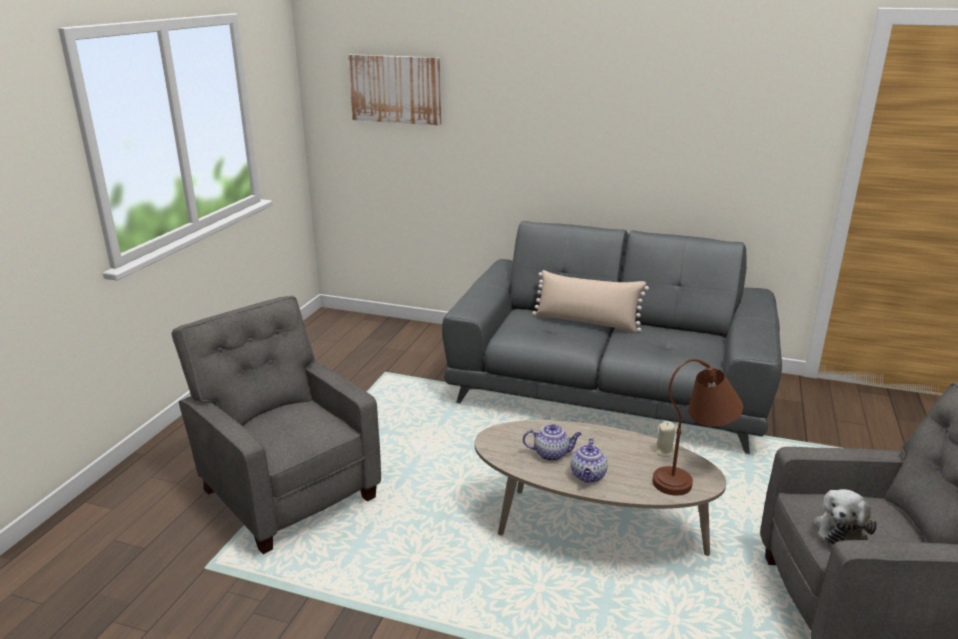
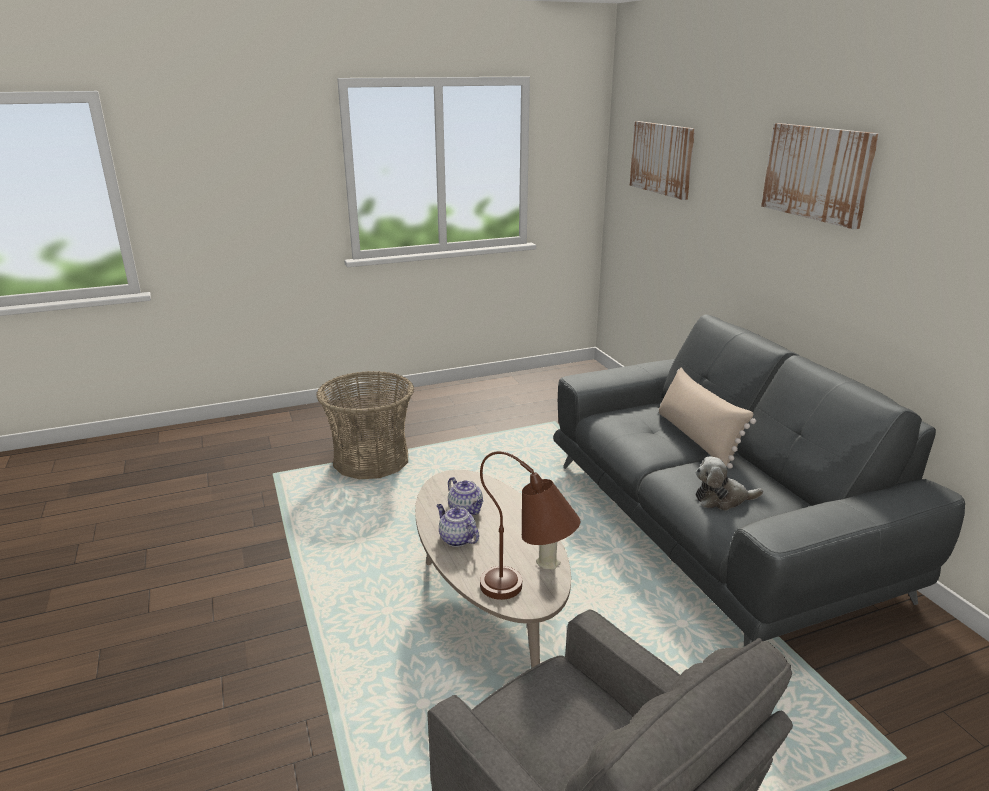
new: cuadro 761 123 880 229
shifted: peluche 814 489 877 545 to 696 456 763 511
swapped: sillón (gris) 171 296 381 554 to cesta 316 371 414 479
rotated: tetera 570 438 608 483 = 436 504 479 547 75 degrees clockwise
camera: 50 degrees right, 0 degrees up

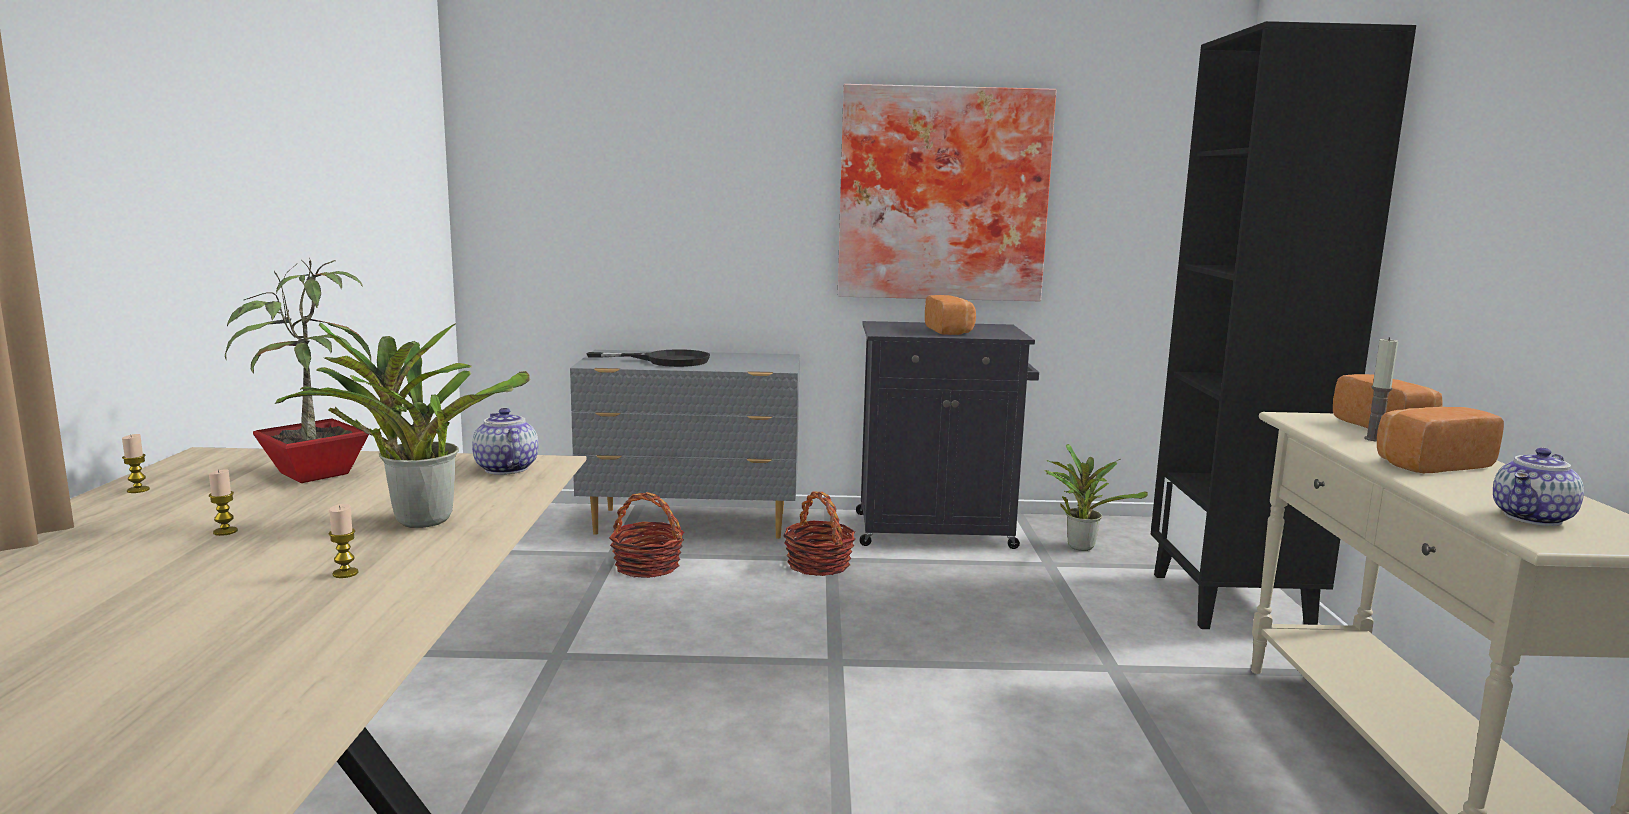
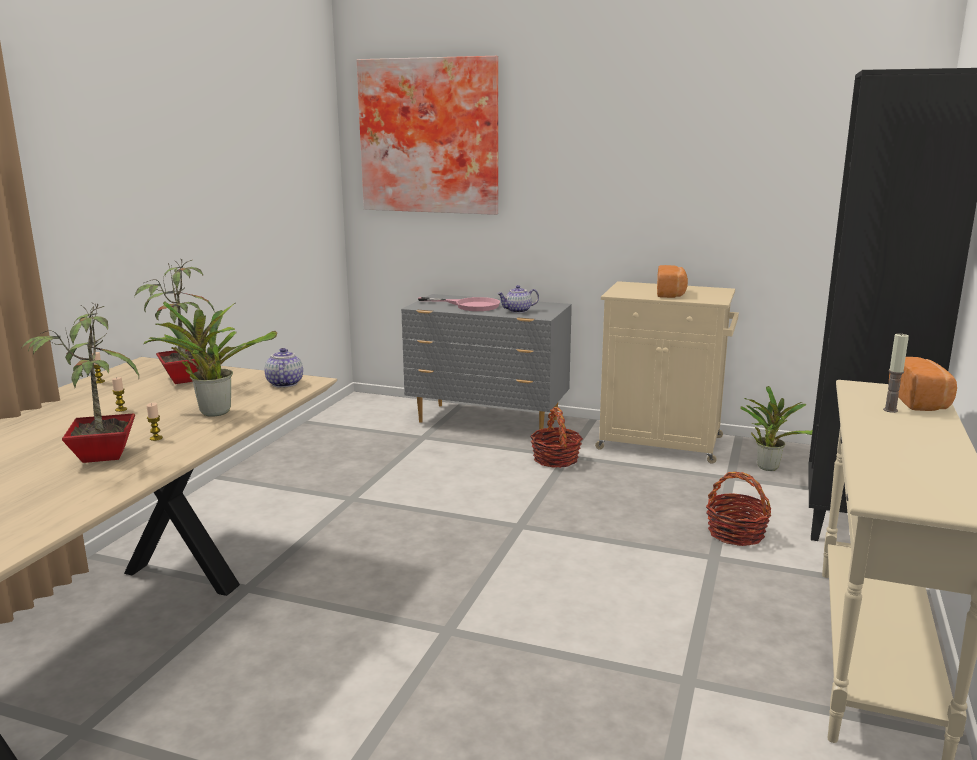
gone: pan 1377 407 1504 473
new: planta en maceta 21 304 139 463
shifted: cuadro 838 84 1057 301 to 357 56 498 215; tetera 1493 448 1584 526 to 497 285 539 313; cesta 609 492 684 578 to 706 472 771 546
repainted: armario (negro) 856 321 1039 549 to armario (beis) 595 281 739 464; sartén (negro) 586 349 710 367 to sartén (rosa) 418 297 500 311
camera: 20 degrees right, 5 degrees up

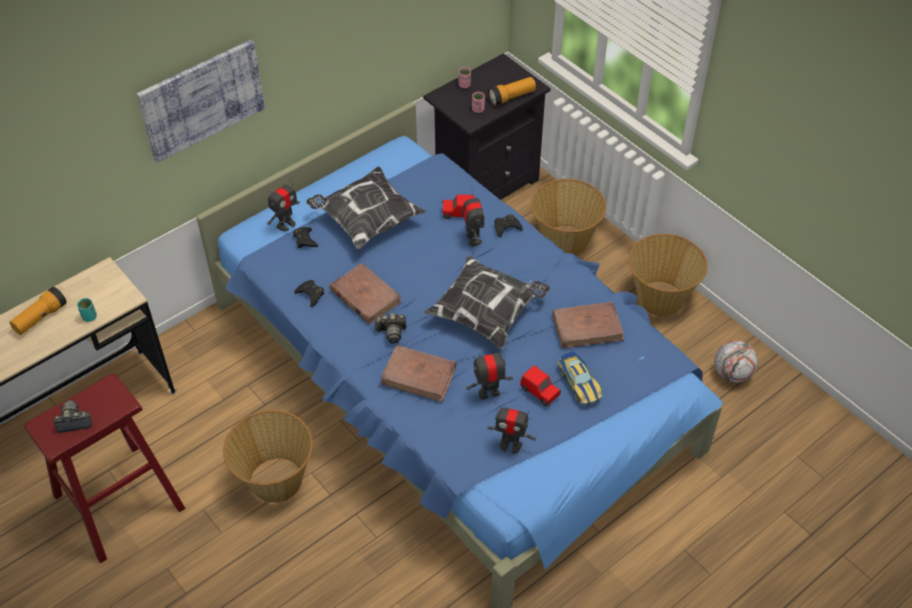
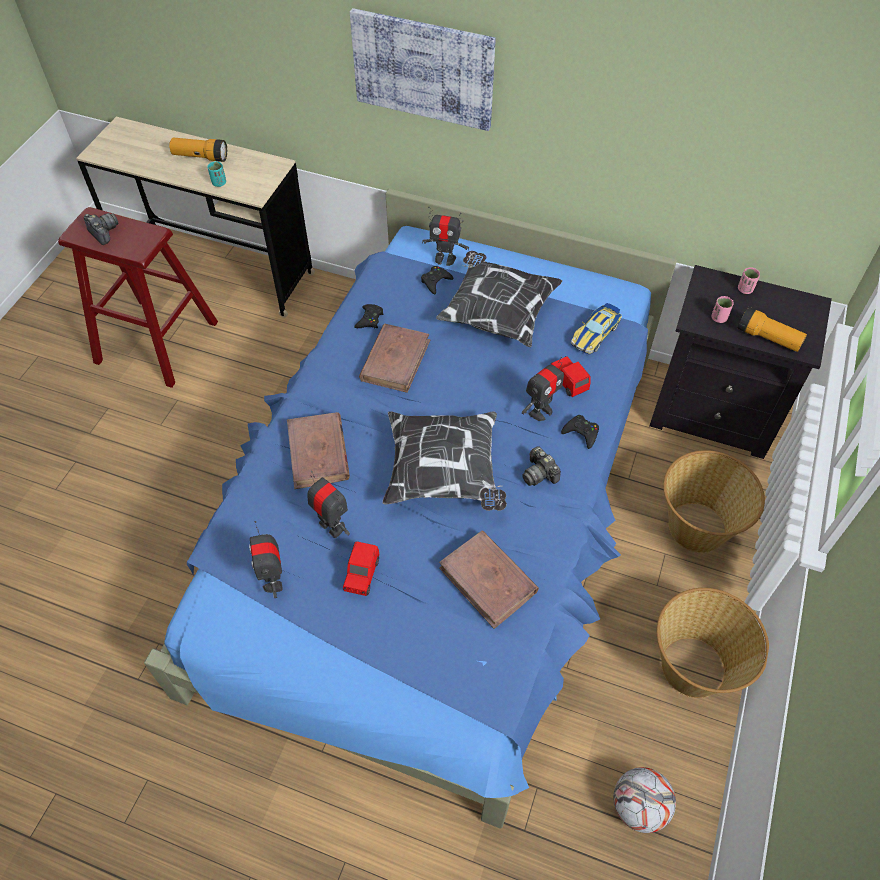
gone: cesta 223 410 313 503
shifted: cámara 374 313 407 343 to 522 446 561 486; coche de juguete 558 351 602 405 to 571 303 622 355
camera: 60 degrees right, 5 degrees up

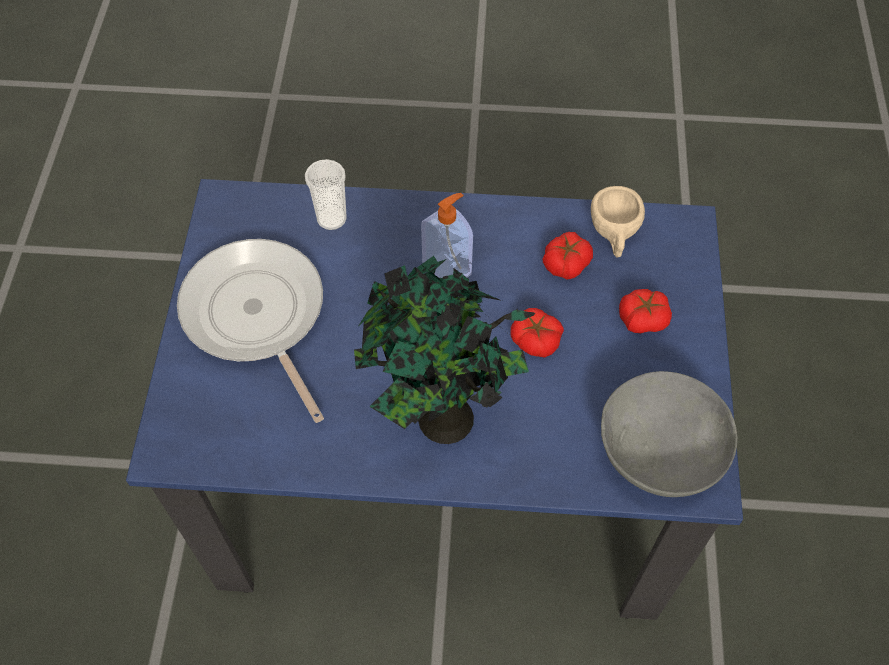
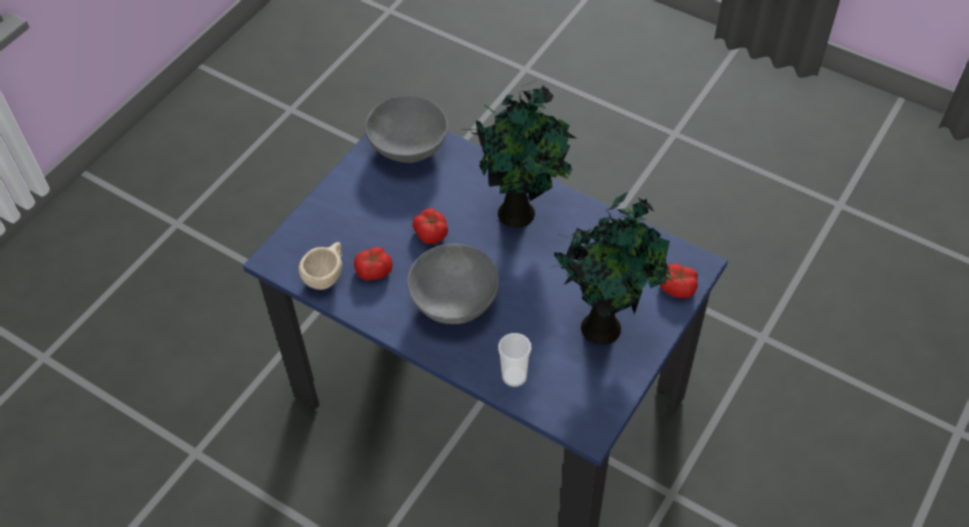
shifted: tomate 619 289 672 333 to 660 264 698 298
swapped: dispensador de jabón 421 193 473 278 to cuenco (gris) 407 244 499 324; sartén 177 239 324 423 to planta en maceta 551 192 671 345
camera: 150 degrees left, 5 degrees down

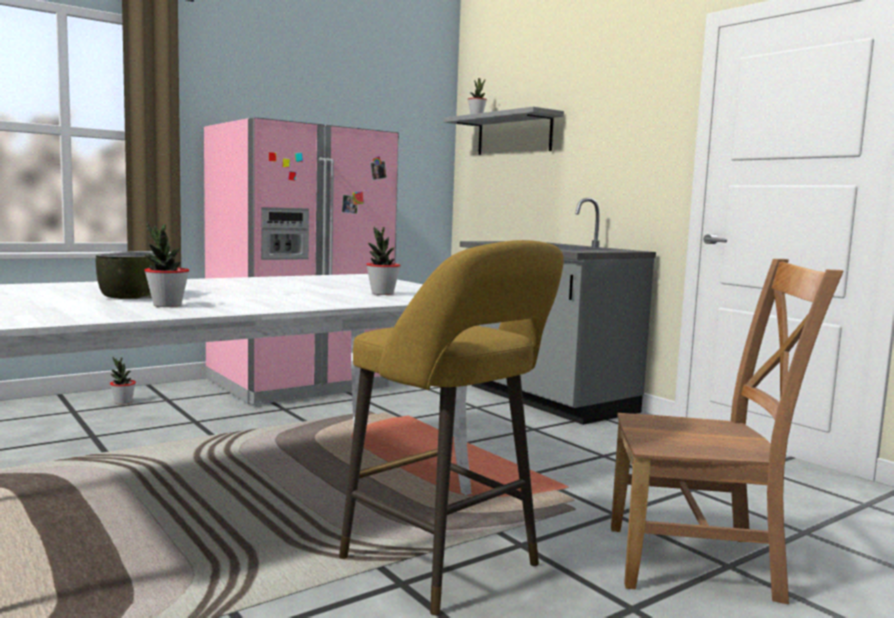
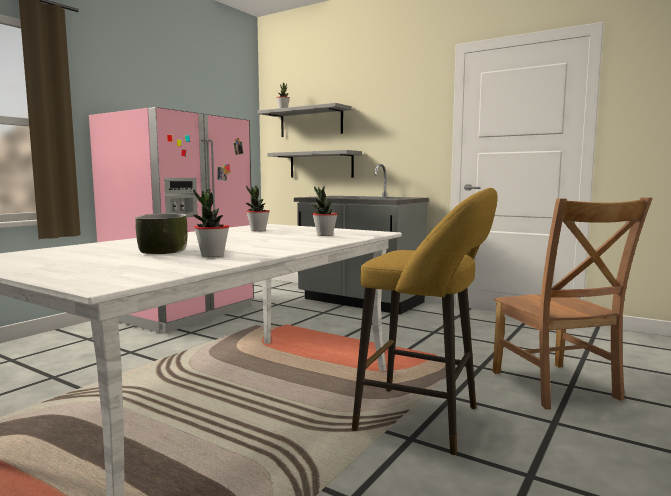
new: estante (gris) 267 150 362 178
shifted: planta en maceta 110 357 136 405 to 246 186 270 231
rotated: silla (marrón) 611 259 843 604 = 492 197 653 410 90 degrees clockwise
camera: 20 degrees left, 0 degrees up

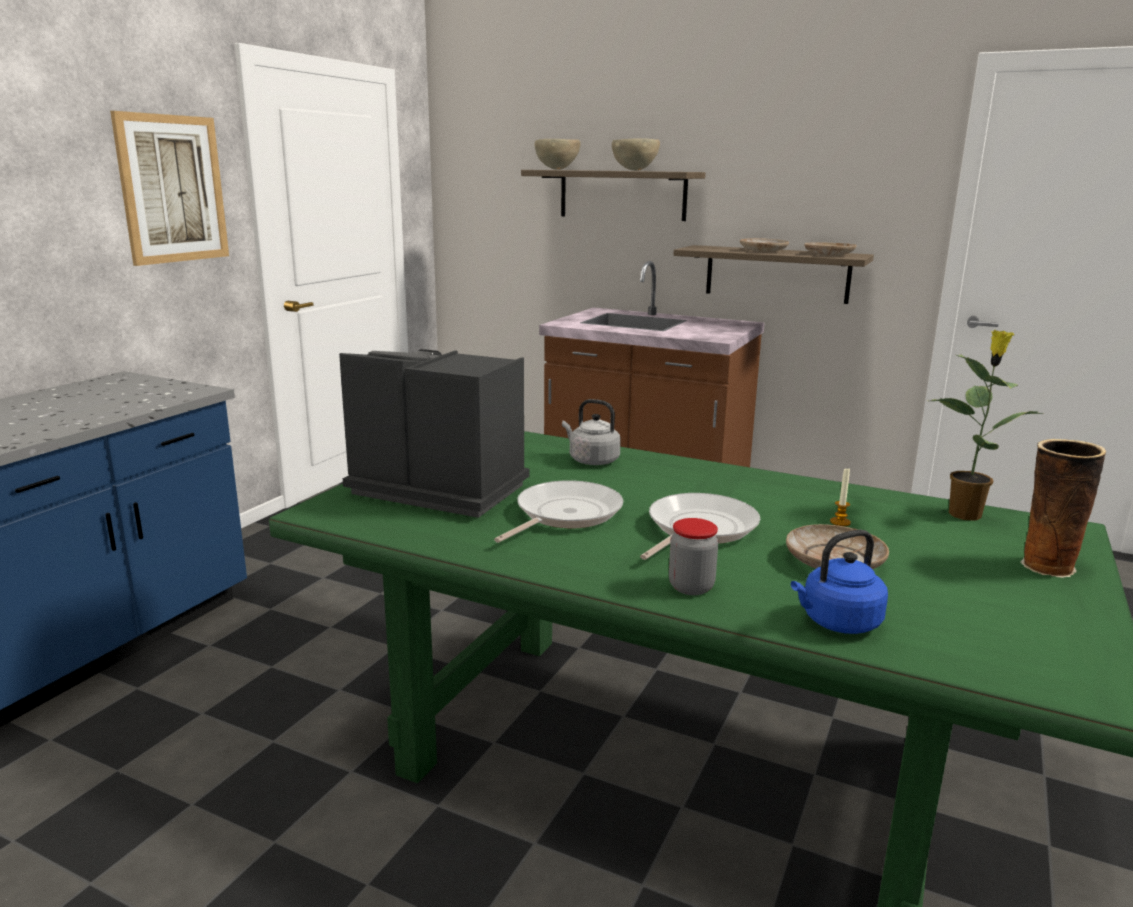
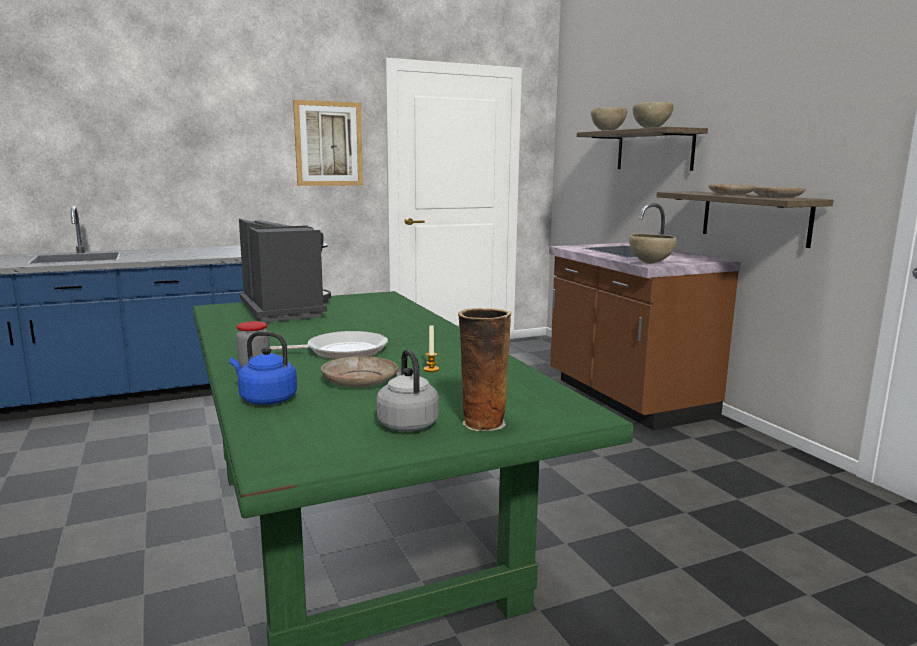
gone: planta en maceta 931 330 1044 521; sartén 494 480 623 543
new: cuenco (marrón) 629 233 677 264
shifted: hervidor (gris) 562 399 621 465 to 376 349 439 432
camera: 40 degrees right, 5 degrees down

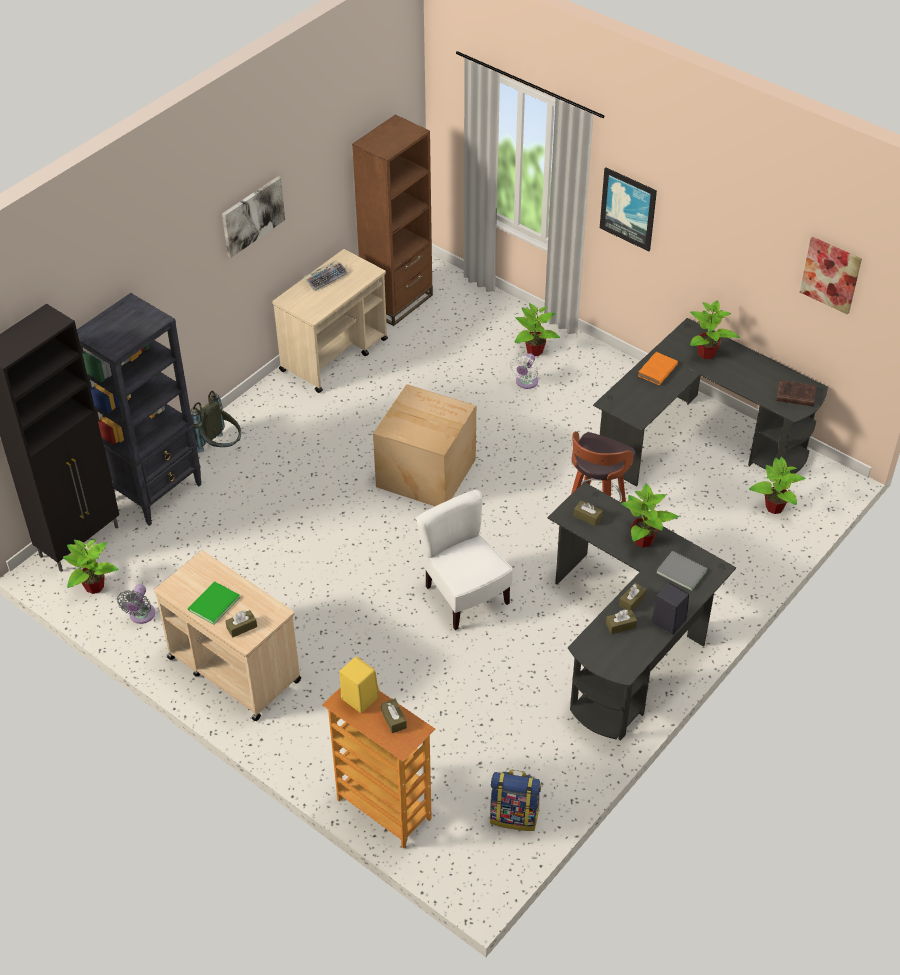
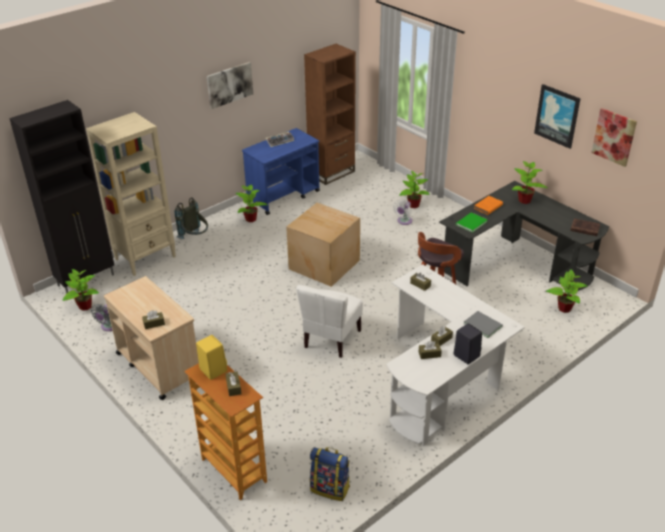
shifted: cuadro 600 167 657 251 to 534 84 581 149; planta en maceta 621 483 679 548 to 236 184 268 222; libro (verde) 188 581 240 625 to 456 212 487 233
repainted: carrito (beis) 272 249 388 393 to carrito (azul) 242 128 320 215; estantería (negro) 77 293 202 526 to estantería (beis) 86 112 176 276; escritorio (negro) 548 482 736 741 to escritorio (blanco) 386 264 525 446
rotated: silla (blanco) 416 489 513 630 = 296 285 363 358 135 degrees counterclockwise
camera: 10 degrees right, 10 degrees down

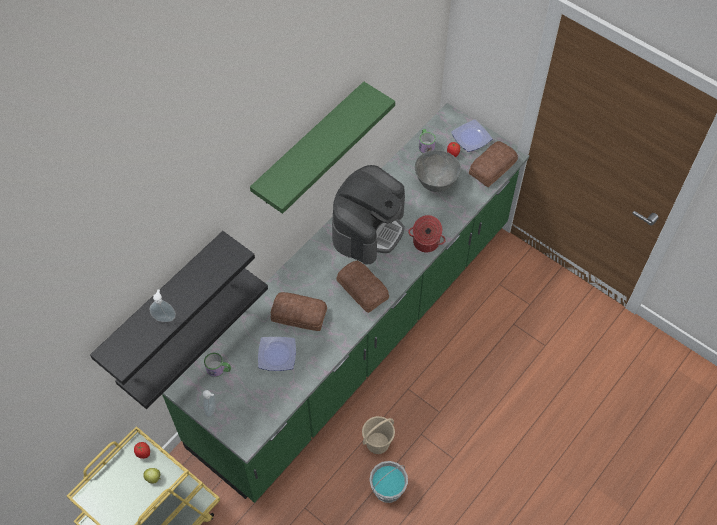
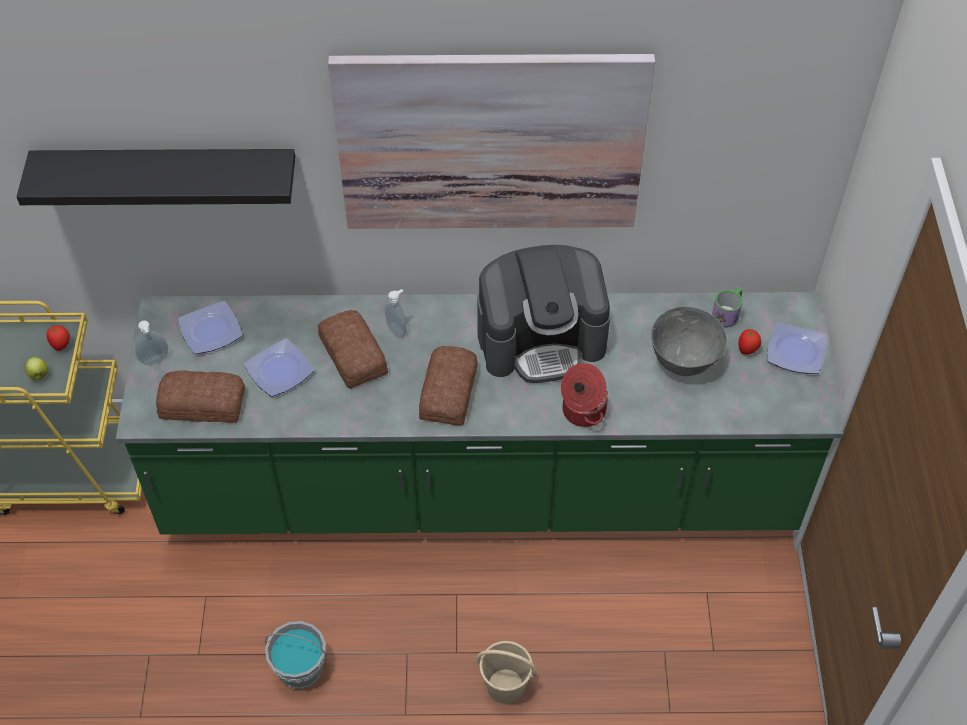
gone: estante (negro) 115 268 268 409
shifted: pan 469 141 518 187 to 156 370 245 423; dispensador de jabón 150 289 176 322 to 385 289 407 338; cubo (beis) 362 416 395 454 to 476 641 537 704
swapped: estante (verde) 250 82 395 214 to cuadro 328 54 655 229; taza grande 204 353 231 377 to plato 178 301 242 354
camera: 50 degrees right, 5 degrees down

